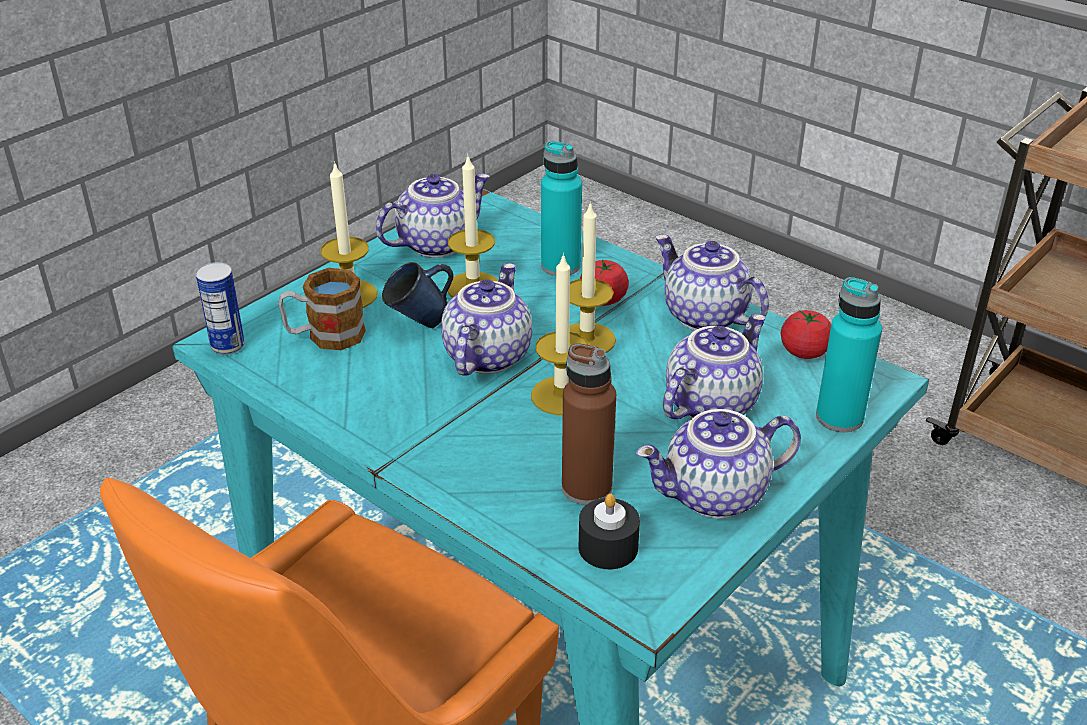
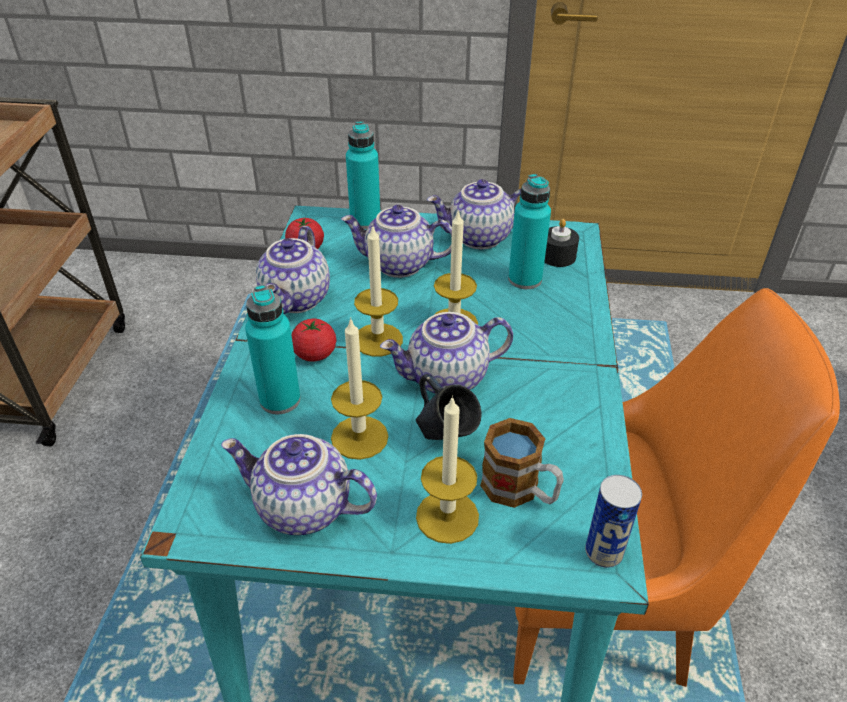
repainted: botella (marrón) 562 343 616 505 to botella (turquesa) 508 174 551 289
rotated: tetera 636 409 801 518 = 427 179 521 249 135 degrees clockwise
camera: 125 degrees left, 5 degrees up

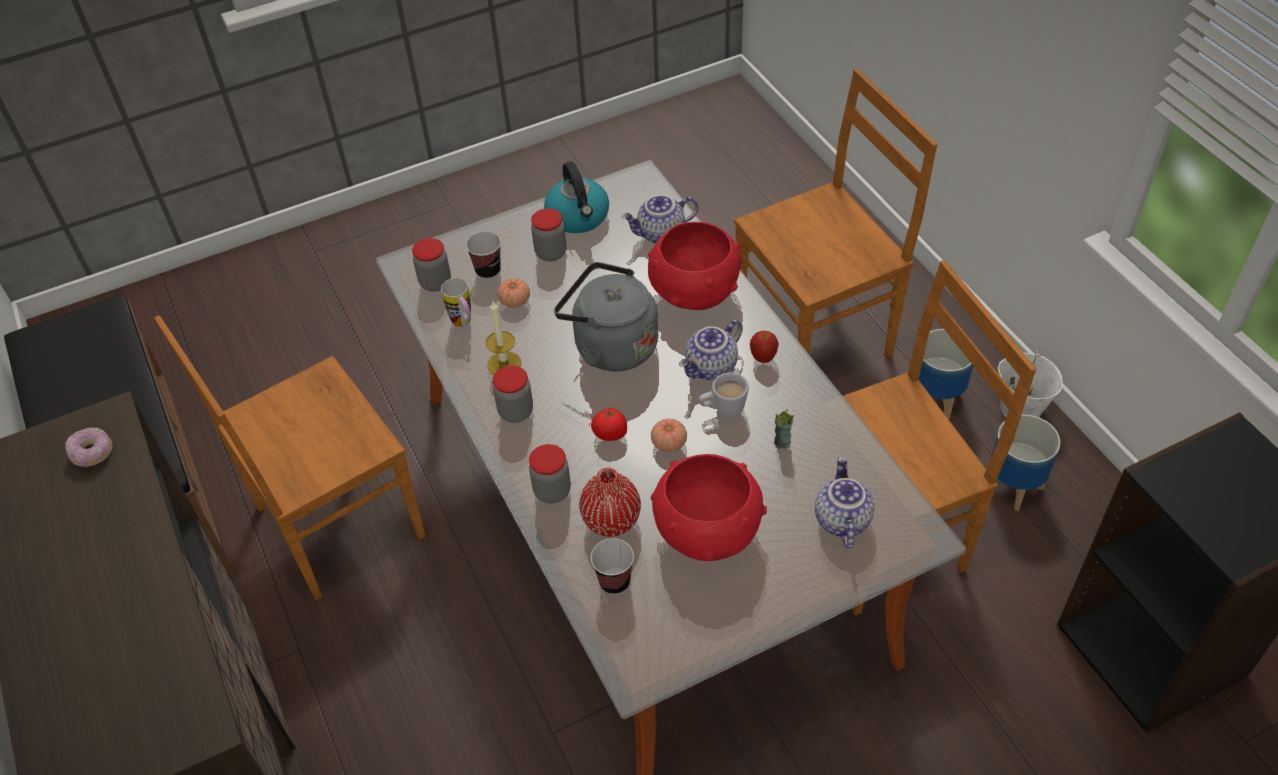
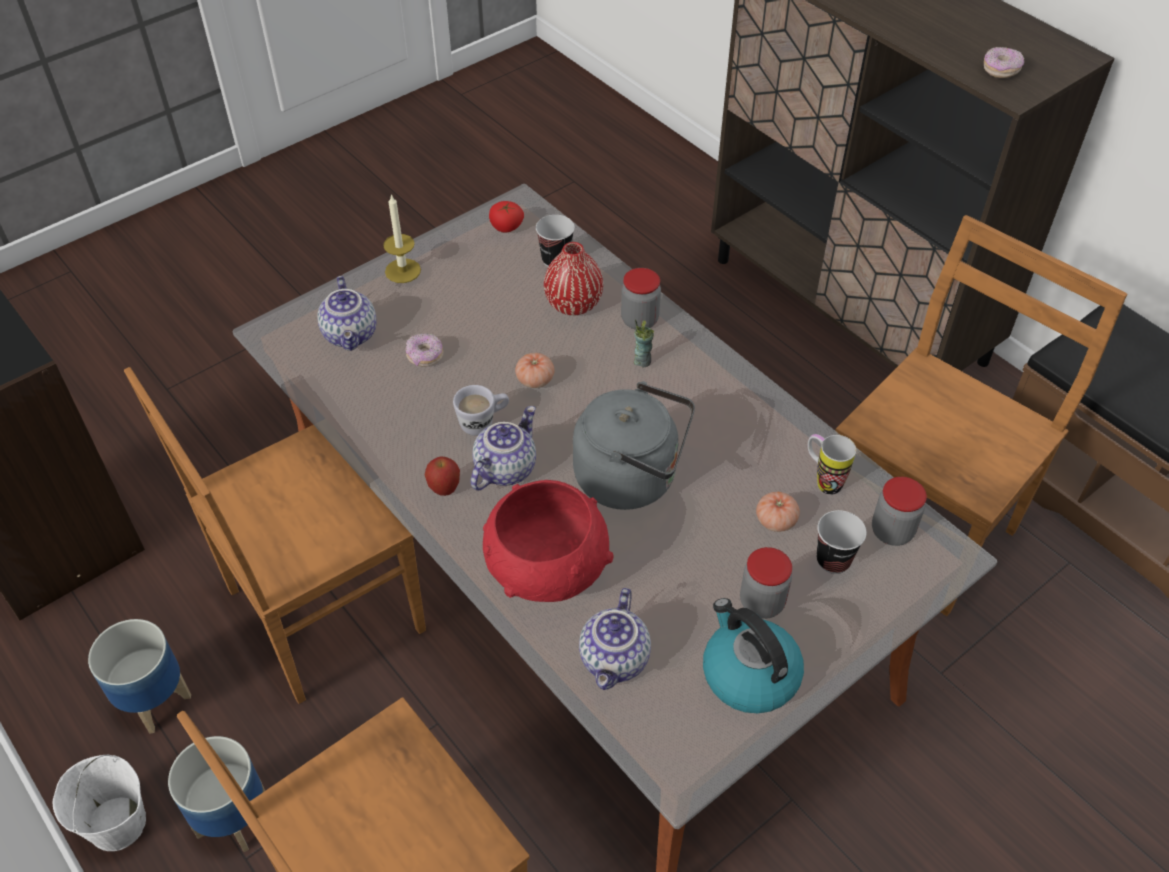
gone: tarro 493 366 533 423; cuenco (rojo) 651 454 767 561
new: rosquilla 406 334 443 367
shifted: vela 486 301 521 375 to 383 194 421 283; tomate 591 406 627 441 to 489 201 524 233; taza 774 409 794 449 to 634 319 654 367
rotated: tetera 622 195 699 244 = 579 588 651 690 135 degrees clockwise
camera: 165 degrees right, 0 degrees up

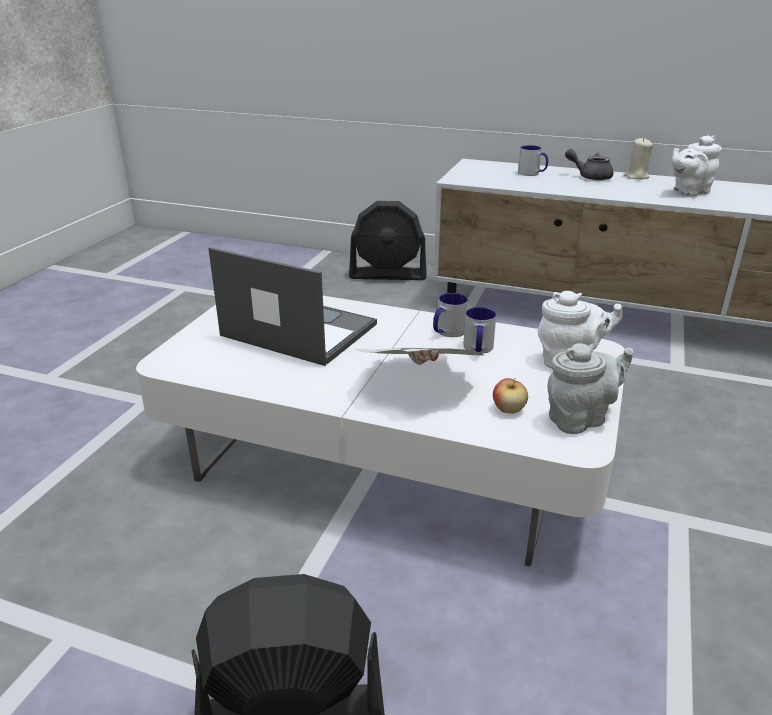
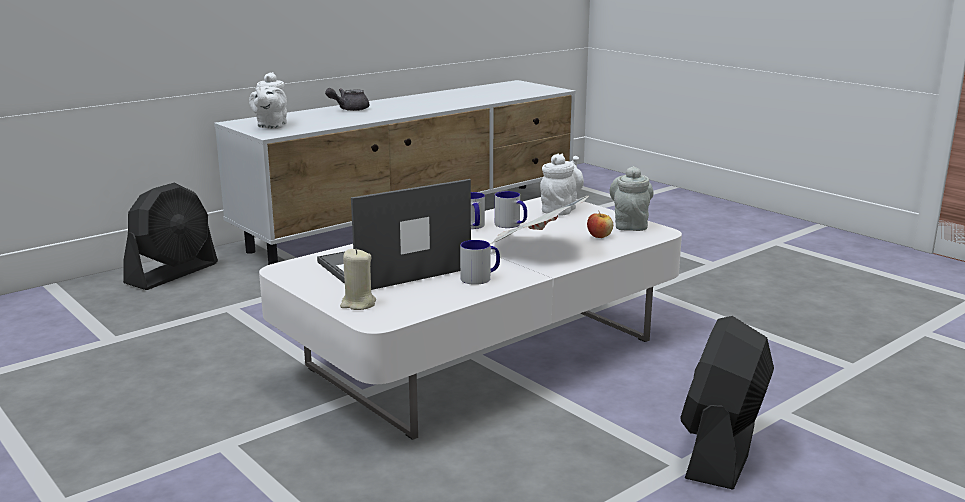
shifted: tetera (blanco) 672 135 722 197 to 249 72 287 129; vela (beis) 624 138 653 180 to 340 249 376 310; taza grande 518 145 548 176 to 460 240 500 285
camera: 60 degrees left, 10 degrees down

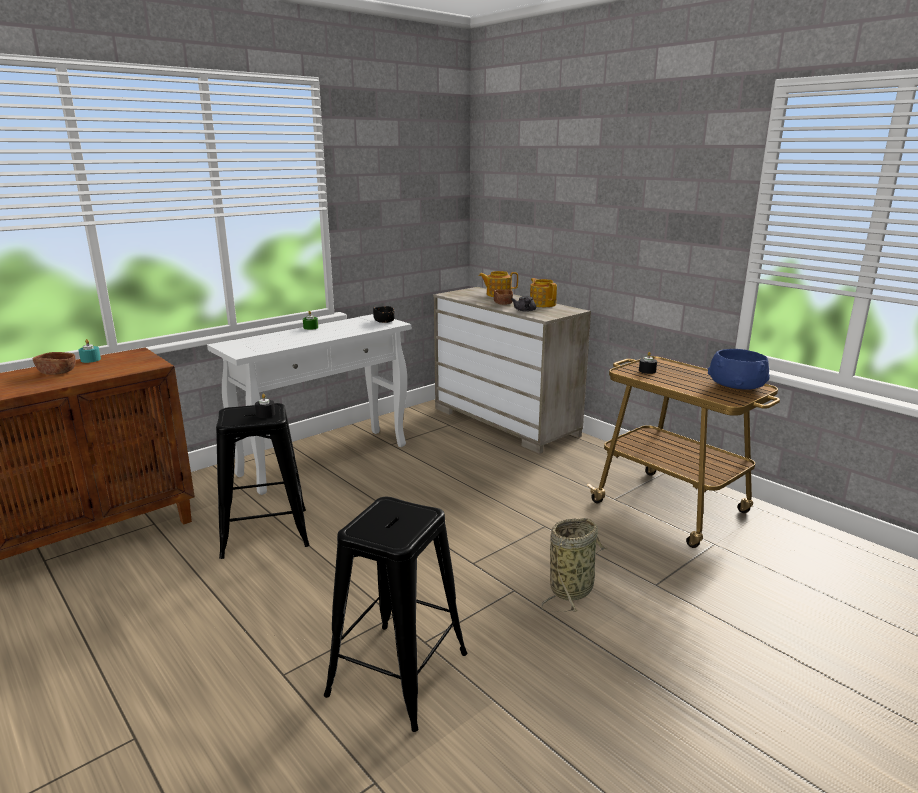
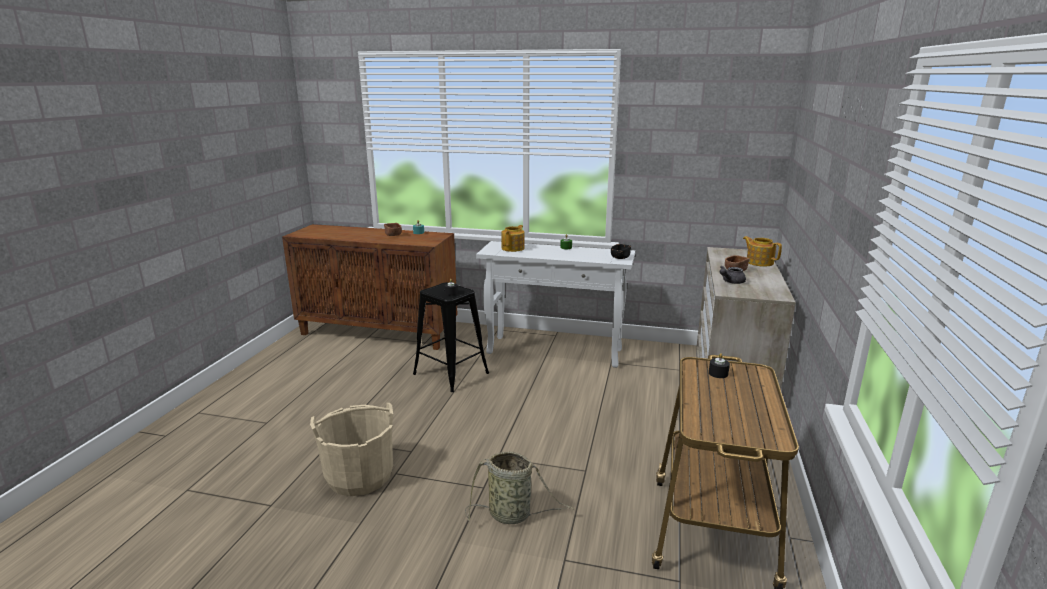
gone: cuenco (azul) 708 349 770 390
shifted: tetera 530 278 557 307 to 502 225 525 252
swapped: taburete (negro) 324 497 467 732 to cubo (beis) 310 403 393 496
camera: 55 degrees right, 0 degrees up

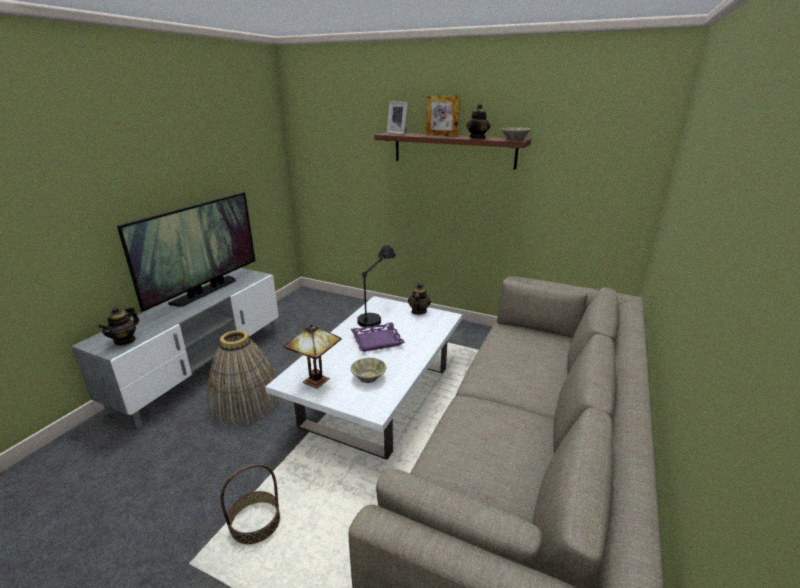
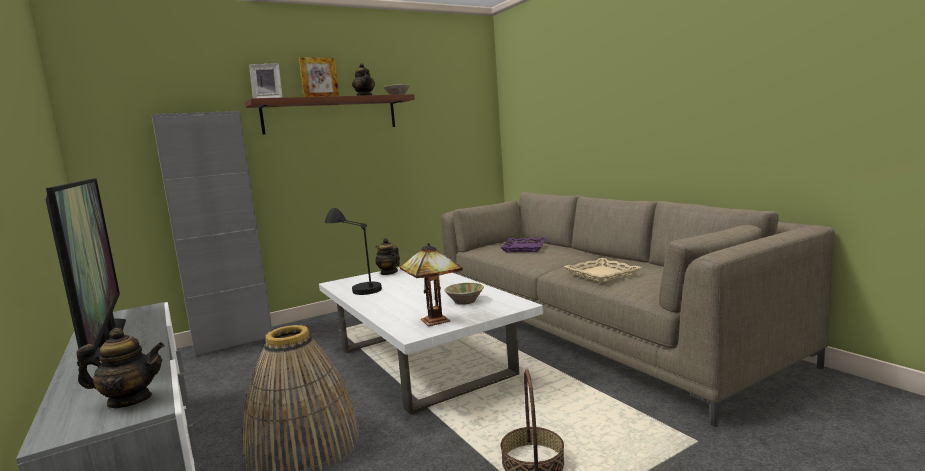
new: armario (gris) 152 111 272 357; bandeja (beis) 564 258 641 283
shifted: bandeja (morado) 351 322 405 352 to 500 237 547 252
rotated: tetera 98 306 139 346 = 77 328 165 408 60 degrees counterclockwise
camera: 55 degrees left, 15 degrees down

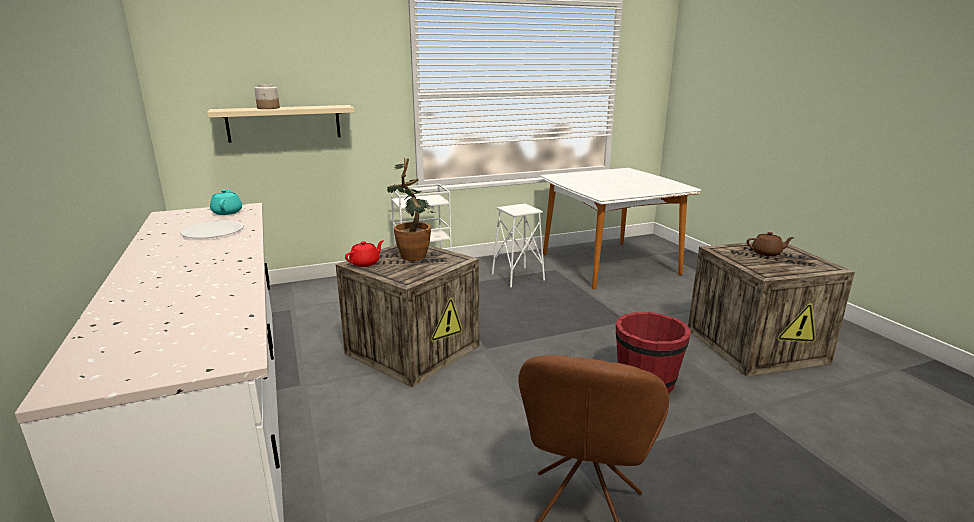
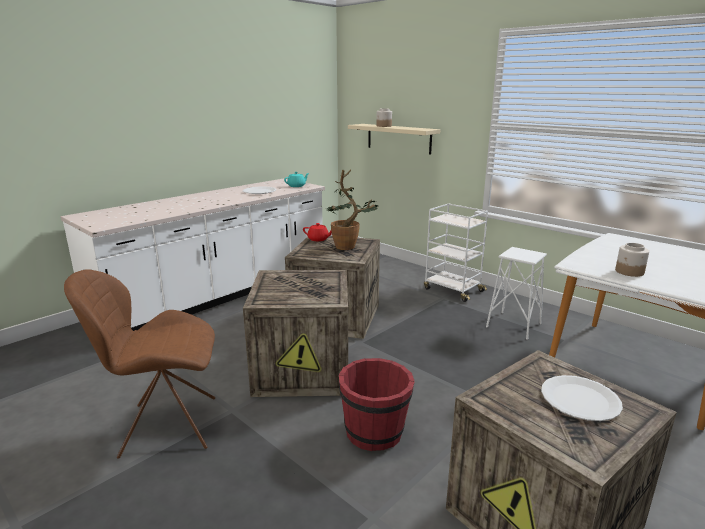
new: tarro 615 243 649 277; caja de embalaje 243 270 348 397
swapped: tetera (marrón) 747 232 795 256 to plato (blanco) 541 375 623 421
camera: 65 degrees right, 0 degrees up

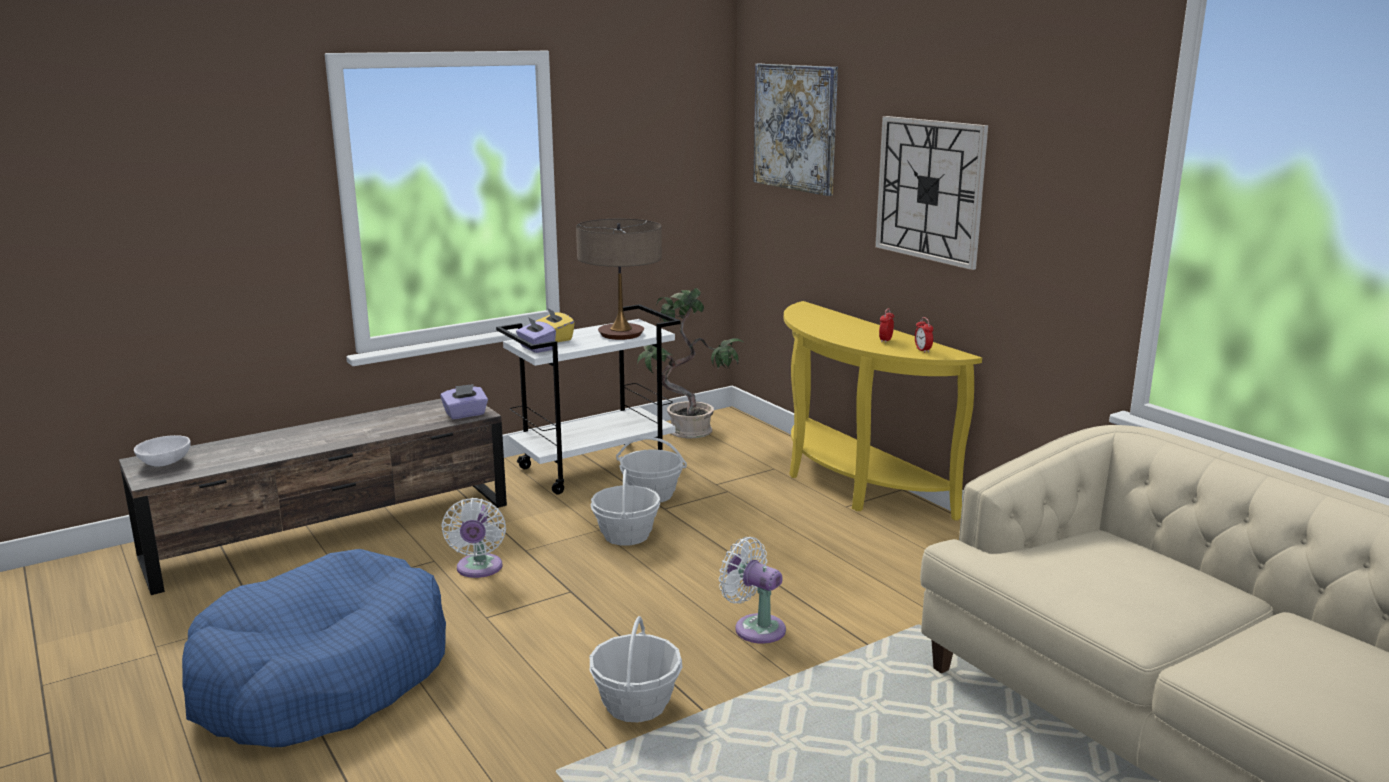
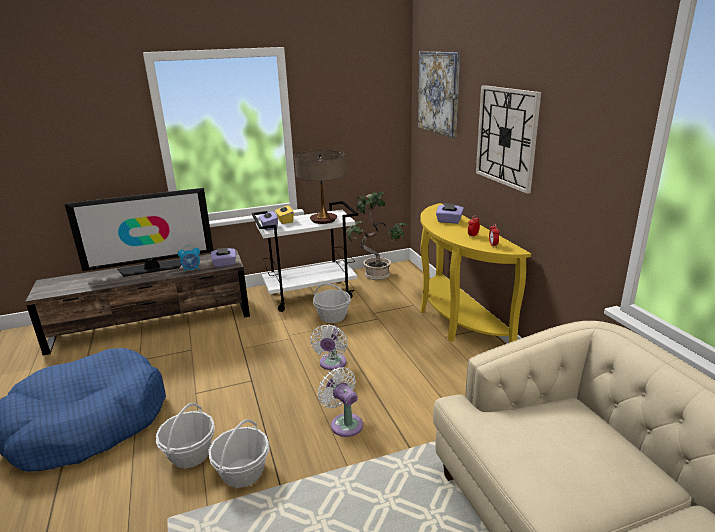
gone: cuenco (blanco) 134 435 191 467
new: televisor 65 188 214 277; caja de pañuelos (morado) 436 203 464 224; despertador 178 245 200 273
shifted: cesta 590 469 660 546 to 156 403 215 468; ventilador (blanco) 441 498 506 578 to 310 324 348 370
camera: 15 degrees right, 5 degrees up

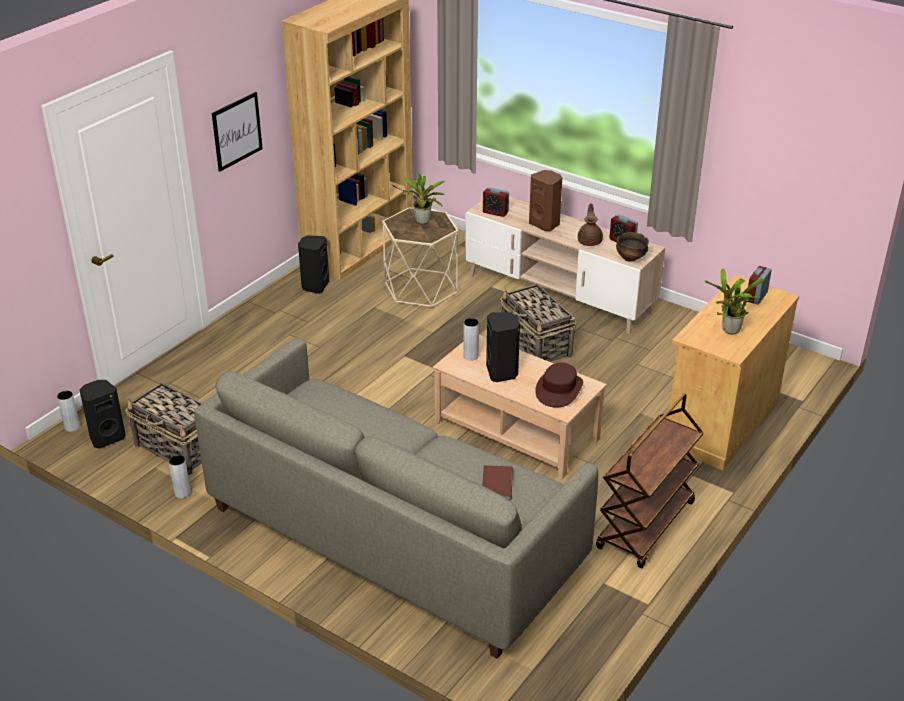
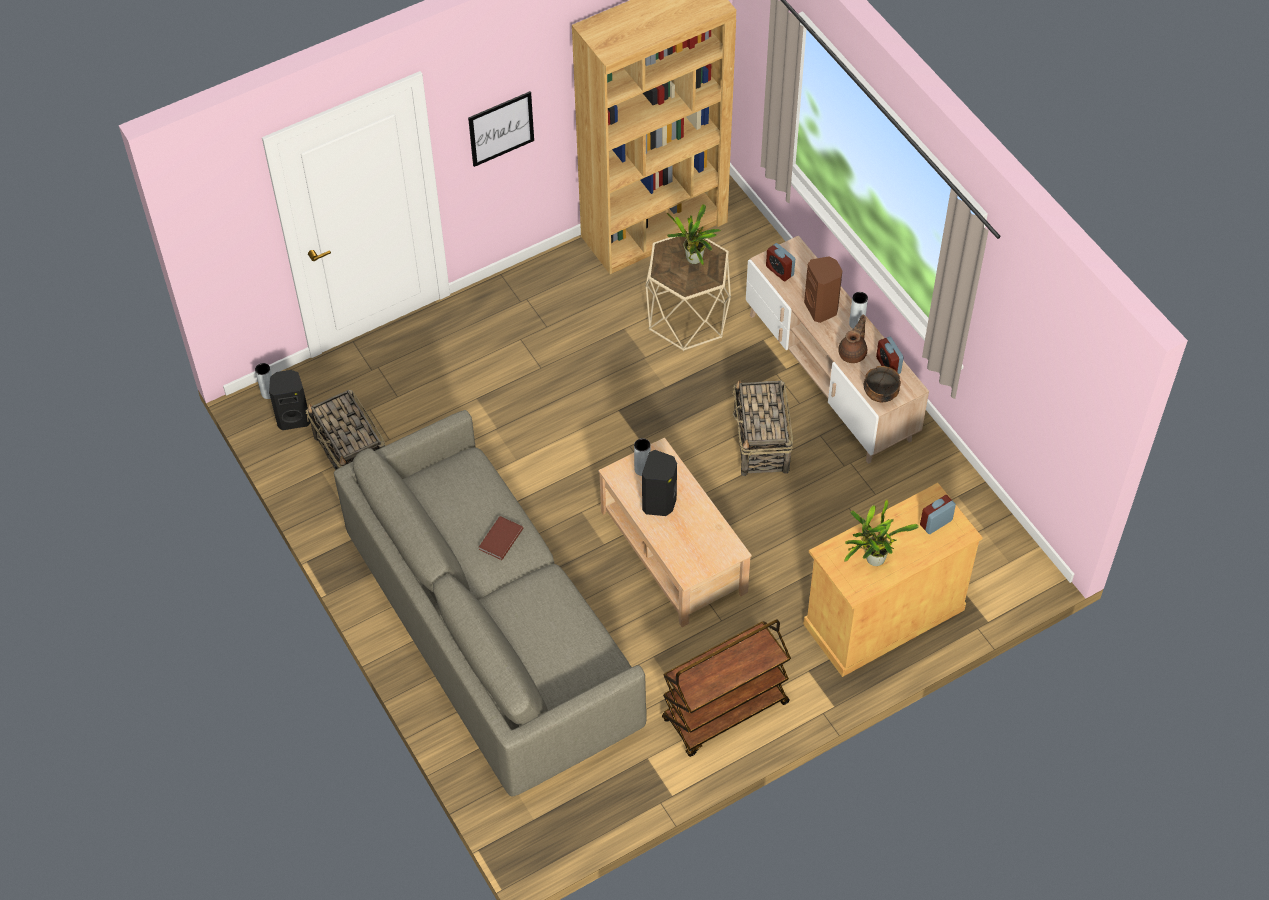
gone: altavoz (negro) 298 235 329 294; sombrero (marrón) 535 363 583 408
shifted: florero (gris) 169 455 191 498 to 849 292 868 329; libro (marrón) 482 465 513 500 to 479 516 523 560
camera: 25 degrees right, 20 degrees up

